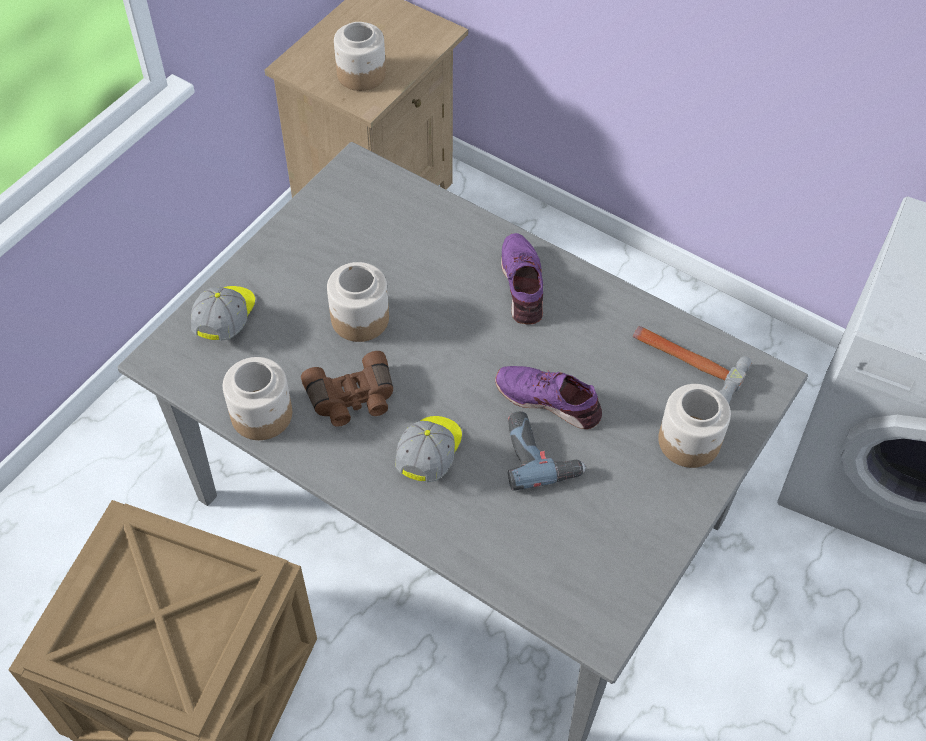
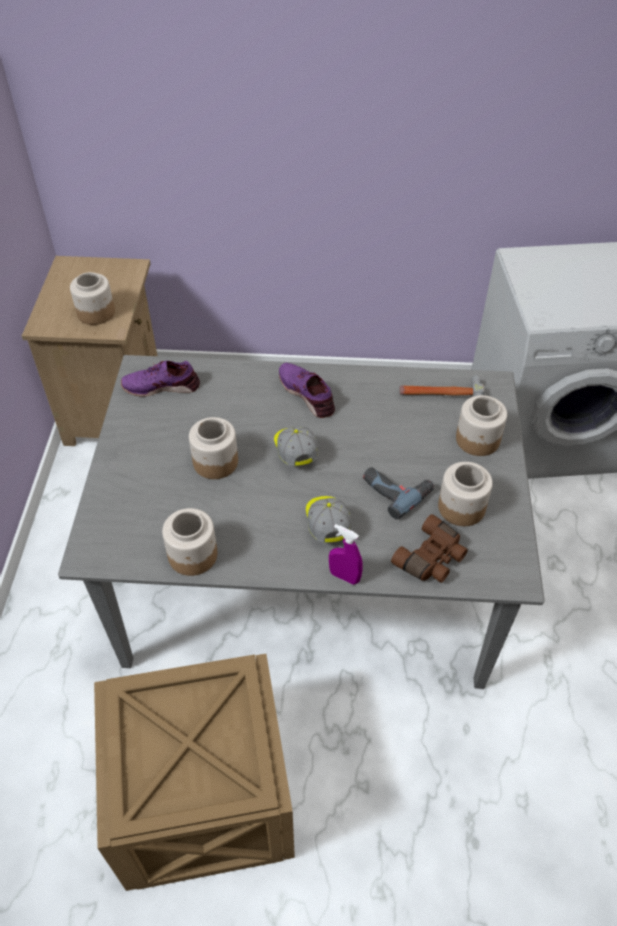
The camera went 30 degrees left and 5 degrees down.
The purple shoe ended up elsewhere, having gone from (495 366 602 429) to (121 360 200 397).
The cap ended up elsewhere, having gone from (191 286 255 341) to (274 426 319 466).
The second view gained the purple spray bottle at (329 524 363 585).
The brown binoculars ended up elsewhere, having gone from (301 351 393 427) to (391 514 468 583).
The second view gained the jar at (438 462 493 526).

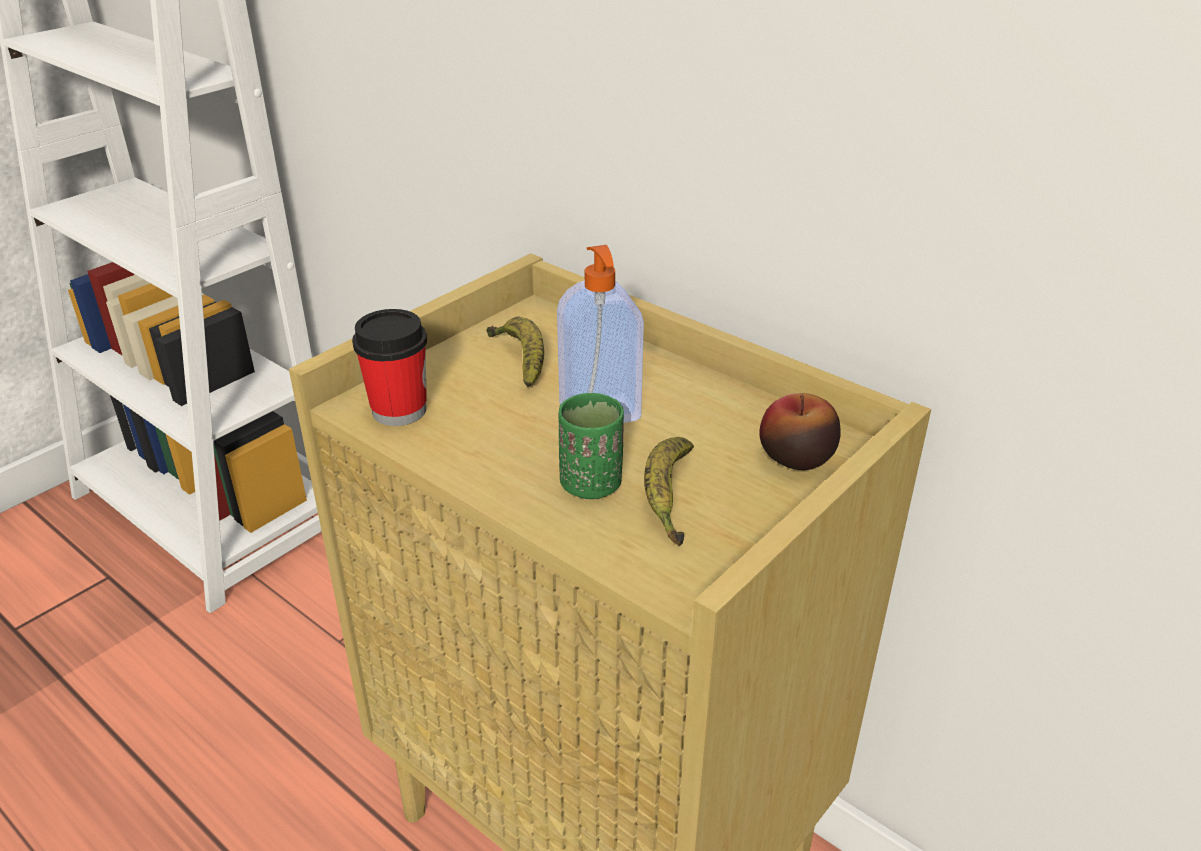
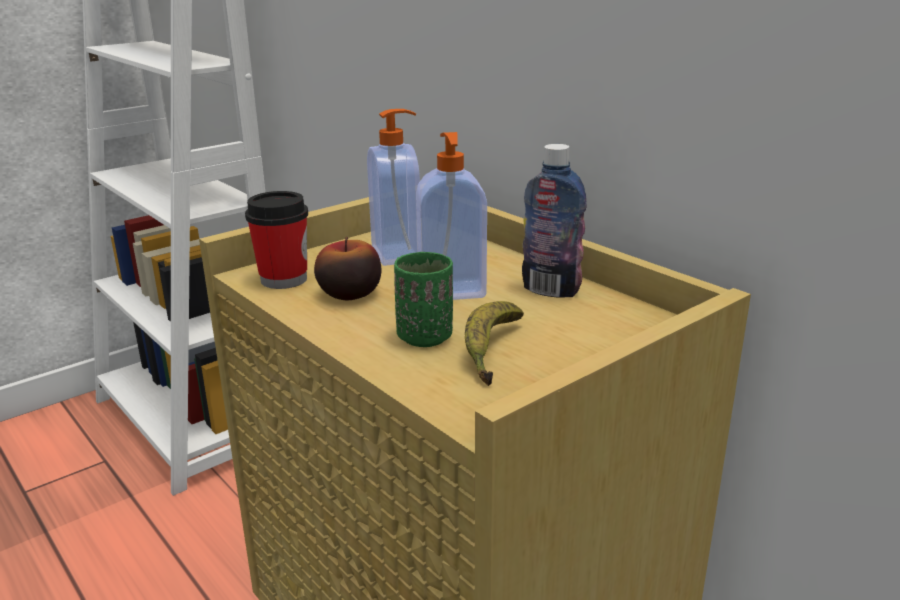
The camera went 10 degrees right and 10 degrees down.
The apple ended up elsewhere, having gone from (759 393 841 470) to (314 237 381 300).
Where the banana stood at (487 317 544 387), the soap dispenser came to stand at (367 109 420 266).
The second view gained the bottle at (522 144 587 298).

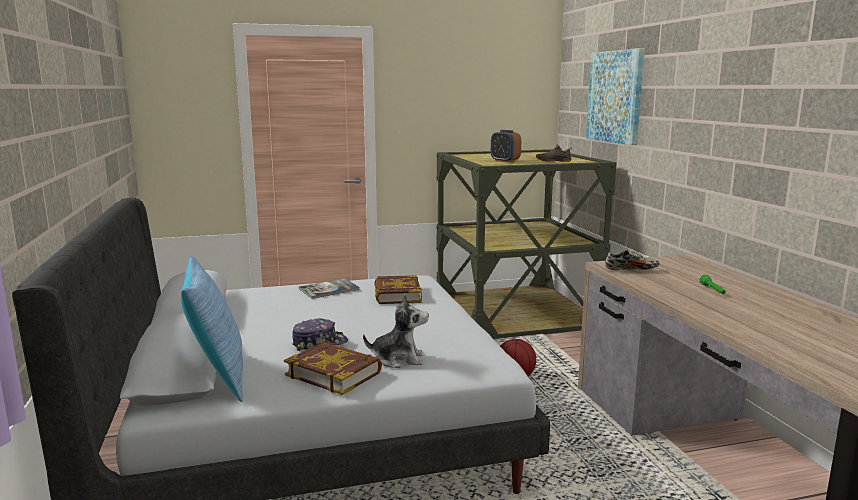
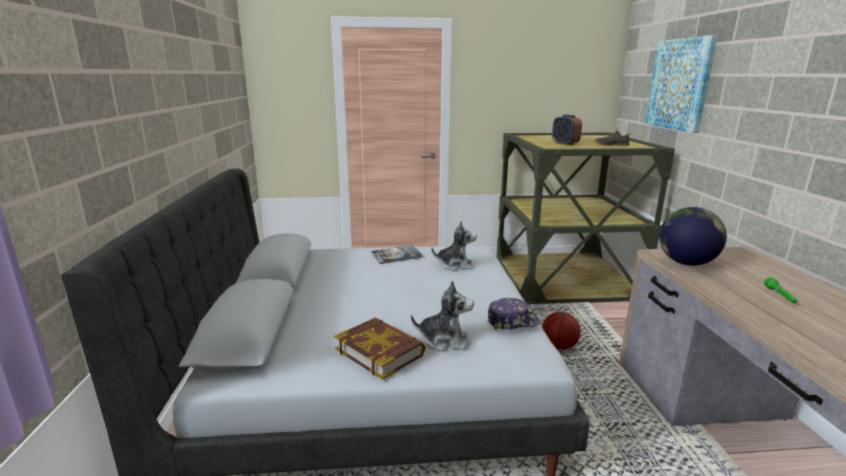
The camera went 10 degrees right and 5 degrees up.
Where the book stood at (374 275 422 304), the plush toy came to stand at (431 221 477 271).
The cap ended up elsewhere, having gone from (292 318 348 351) to (487 298 540 330).
Where the shoe stood at (605 250 660 270), the globe came to stand at (659 207 727 266).
The second view lost the pillow at (181 256 243 402).

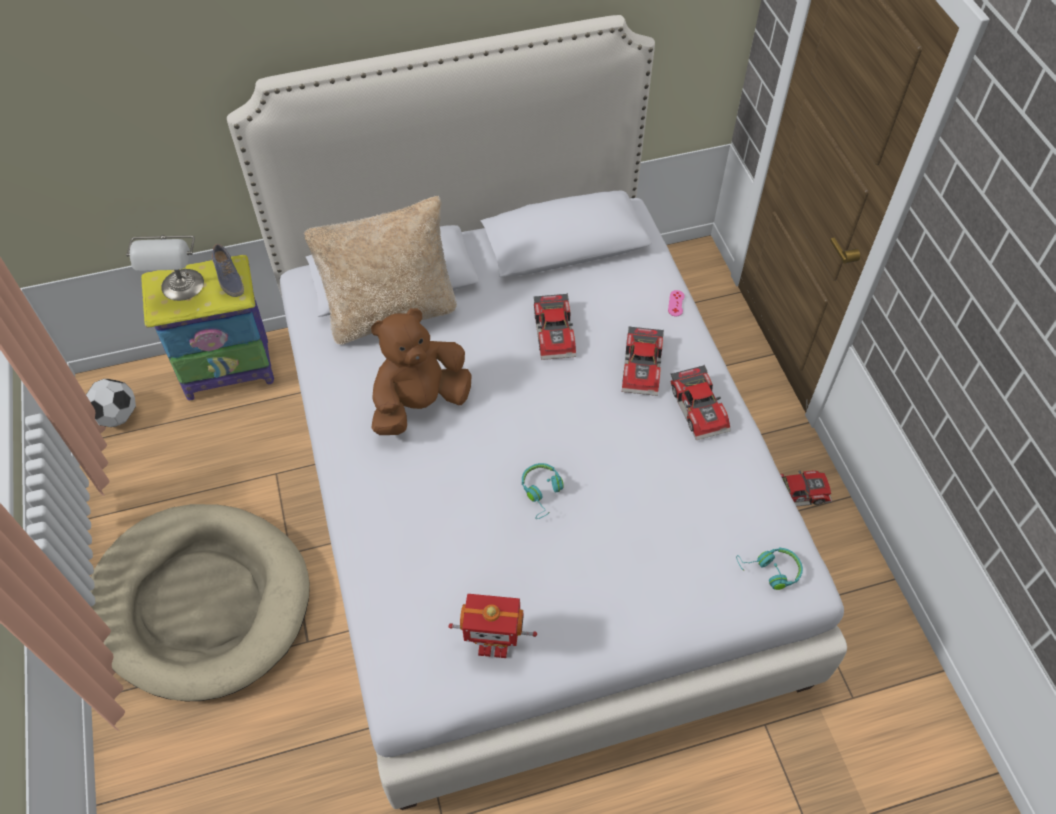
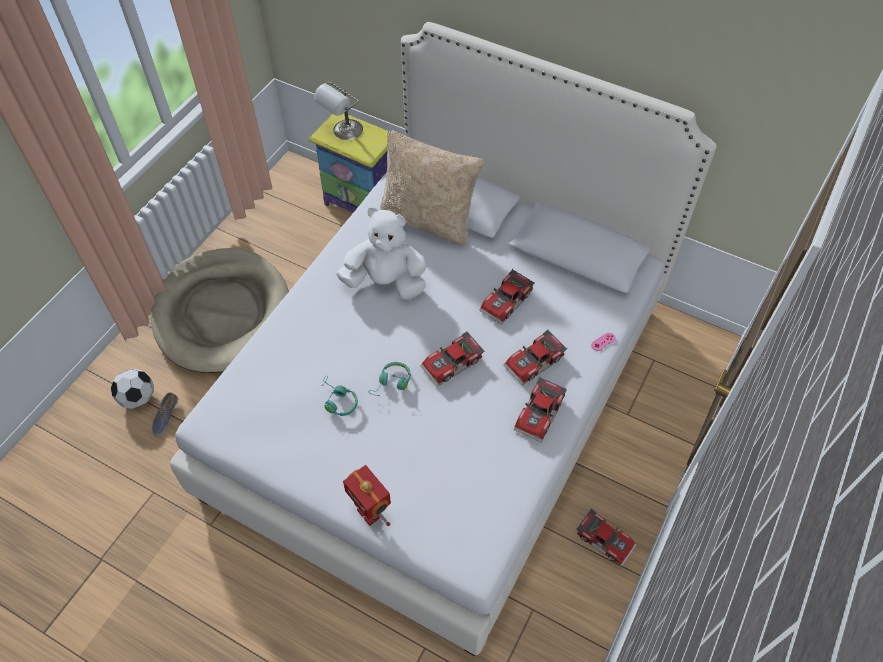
The camera went 45 degrees right and 0 degrees up.
The football ended up elsewhere, having gone from (86 379 136 427) to (111 369 154 409).
The shoe ended up elsewhere, having gone from (212 244 244 297) to (152 392 178 437).
The turquoise headphones ended up elsewhere, having gone from (736 548 803 590) to (321 376 358 416).
What was the brown plush toy at (371 308 472 435) turned into the white plush toy at (336 207 427 300).
The toy robot ended up elsewhere, having gone from (448 594 537 658) to (343 465 391 526).
The second view gained the toy car at (420 331 484 386).

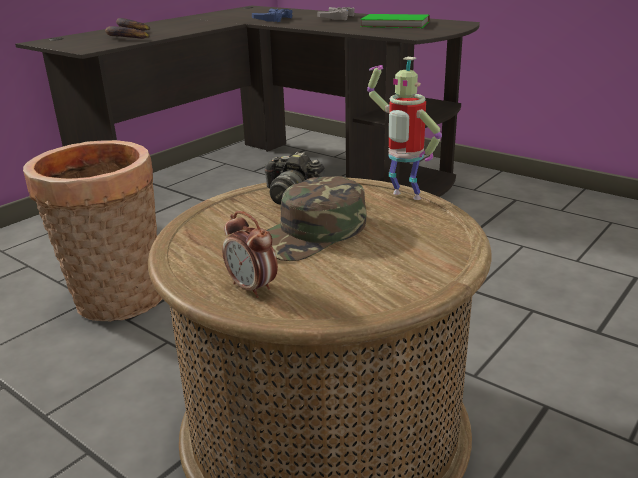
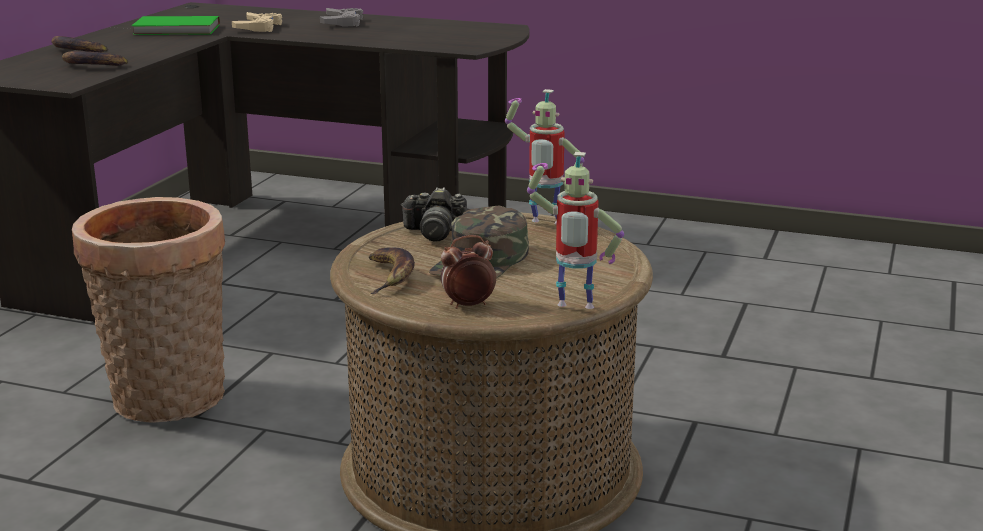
The camera went 20 degrees left and 5 degrees down.
The green book ended up elsewhere, having gone from (360 14 430 28) to (131 16 220 35).
What was the blue game controller at (252 8 293 22) turned into the beige game controller at (232 12 282 32).
The second view gained the banana at (369 247 415 294).
The alarm clock at (222 211 278 298) ended up facing another way, 135 degrees clockwise from before.
The second view gained the toy robot at (527 152 624 309).

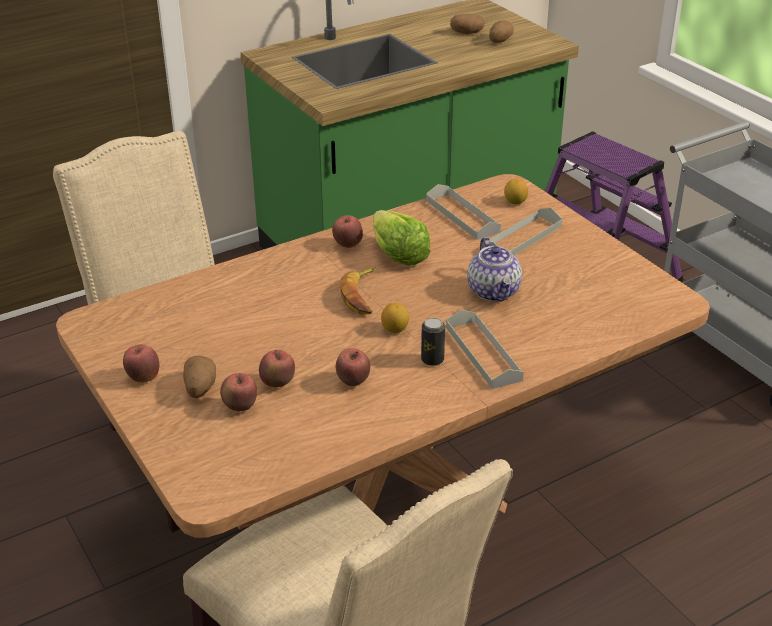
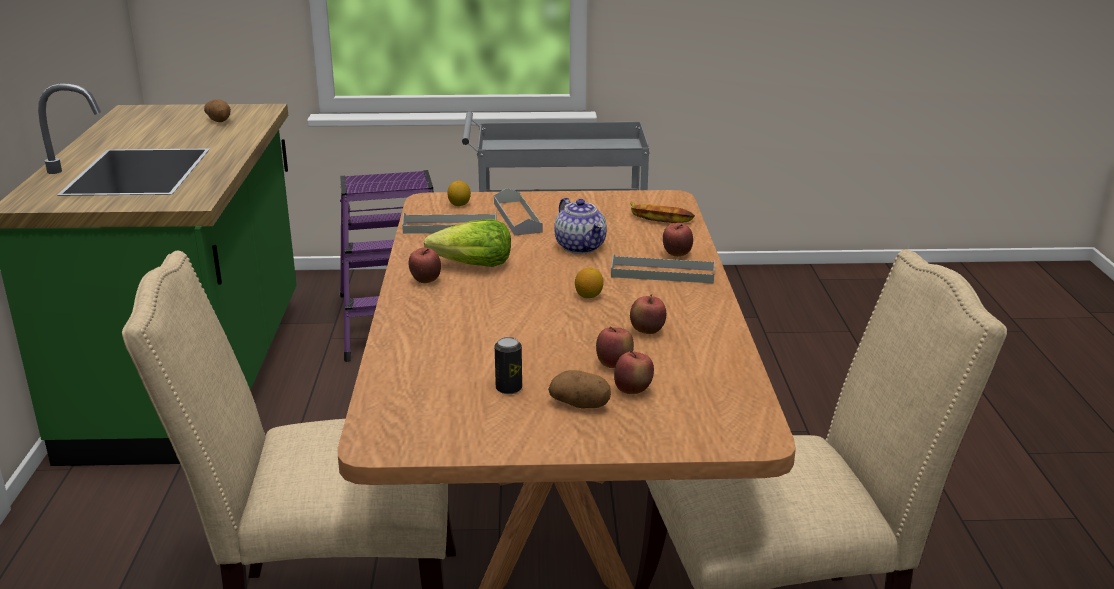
The camera went 60 degrees left and 10 degrees down.
The can ended up elsewhere, having gone from (421 318 445 366) to (495 337 522 394).
The teapot at (467 237 522 302) ended up facing another way, 45 degrees clockwise from before.
The banana ended up elsewhere, having gone from (340 267 376 315) to (630 201 695 223).
The apple ended up elsewhere, having gone from (123 344 159 383) to (663 223 693 257).
The second view lost the potato at (450 14 485 34).

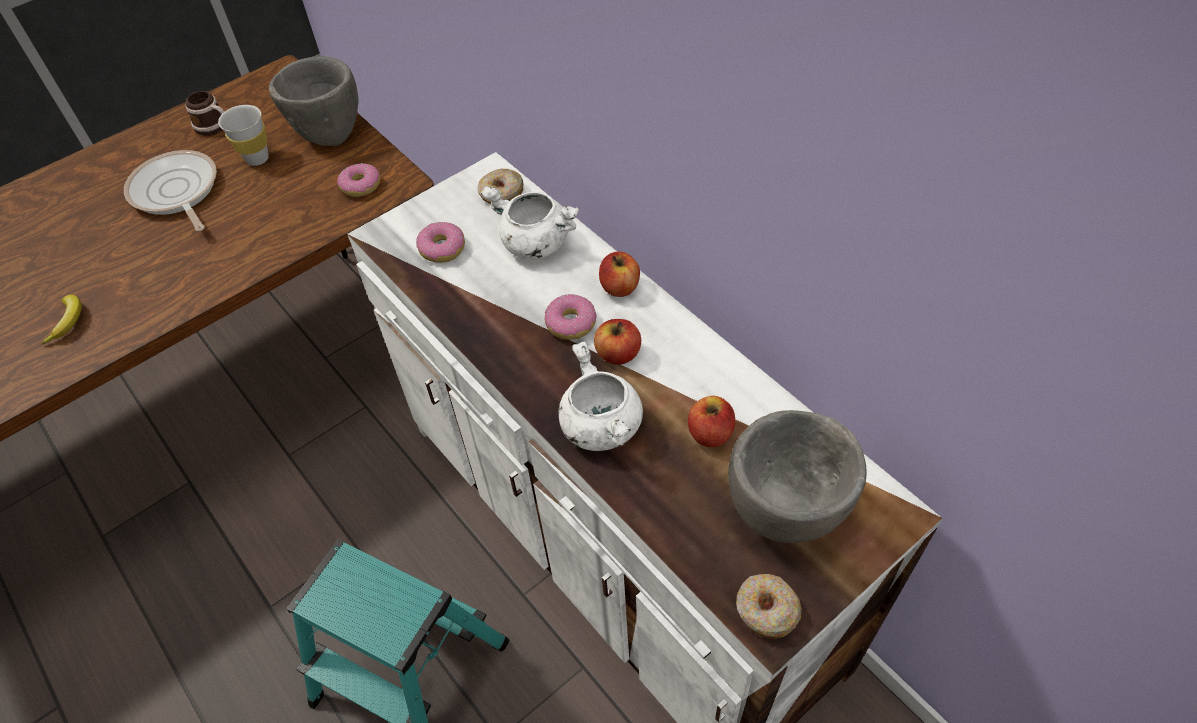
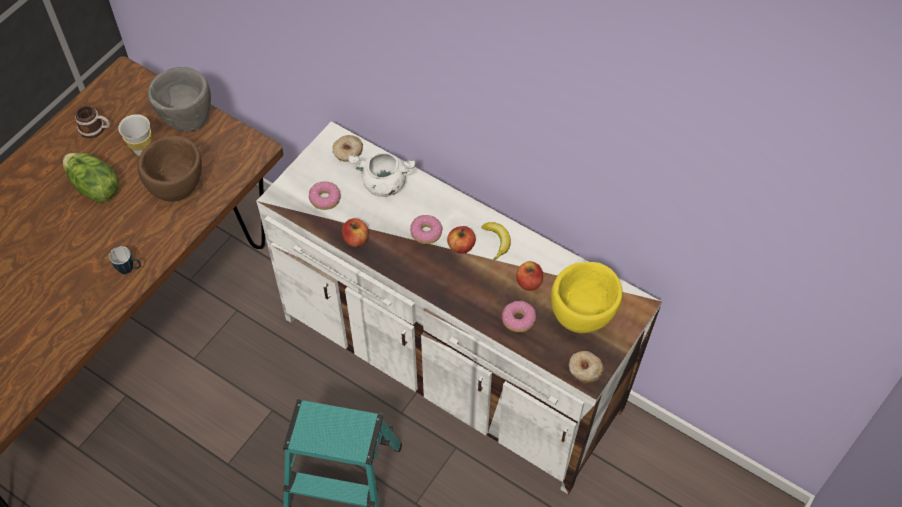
The camera went 20 degrees left and 5 degrees up.
Where the frying pan stood at (124 150 217 232), the lettuce came to stand at (63 153 119 203).
The second view gained the mug at (109 246 141 274).
The second view gained the brown bowl at (137 136 202 202).
The apple ended up elsewhere, having gone from (599 251 640 297) to (342 218 368 247).
The banana ended up elsewhere, having gone from (41 294 82 344) to (481 222 511 260).
The donut ended up elsewhere, having gone from (337 163 380 197) to (502 301 536 332).
What was the grey bowl at (728 410 867 543) turned into the yellow bowl at (551 262 623 333).
The second view lost the white cooking pot at (559 342 643 451).

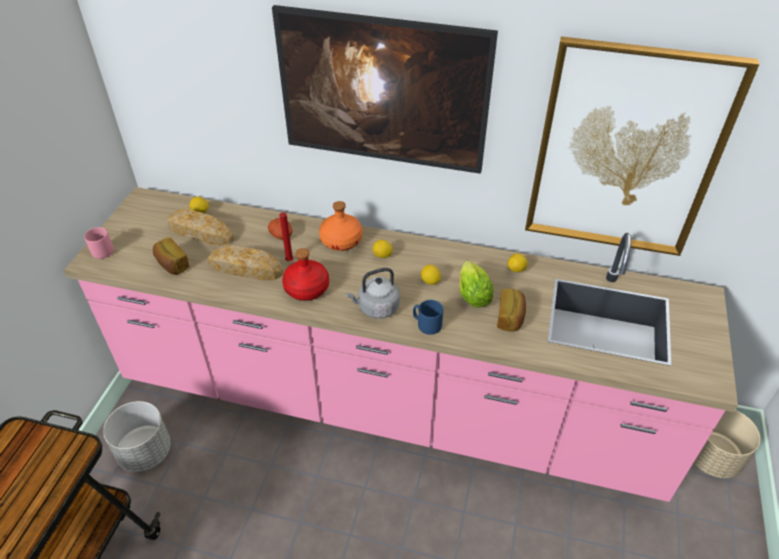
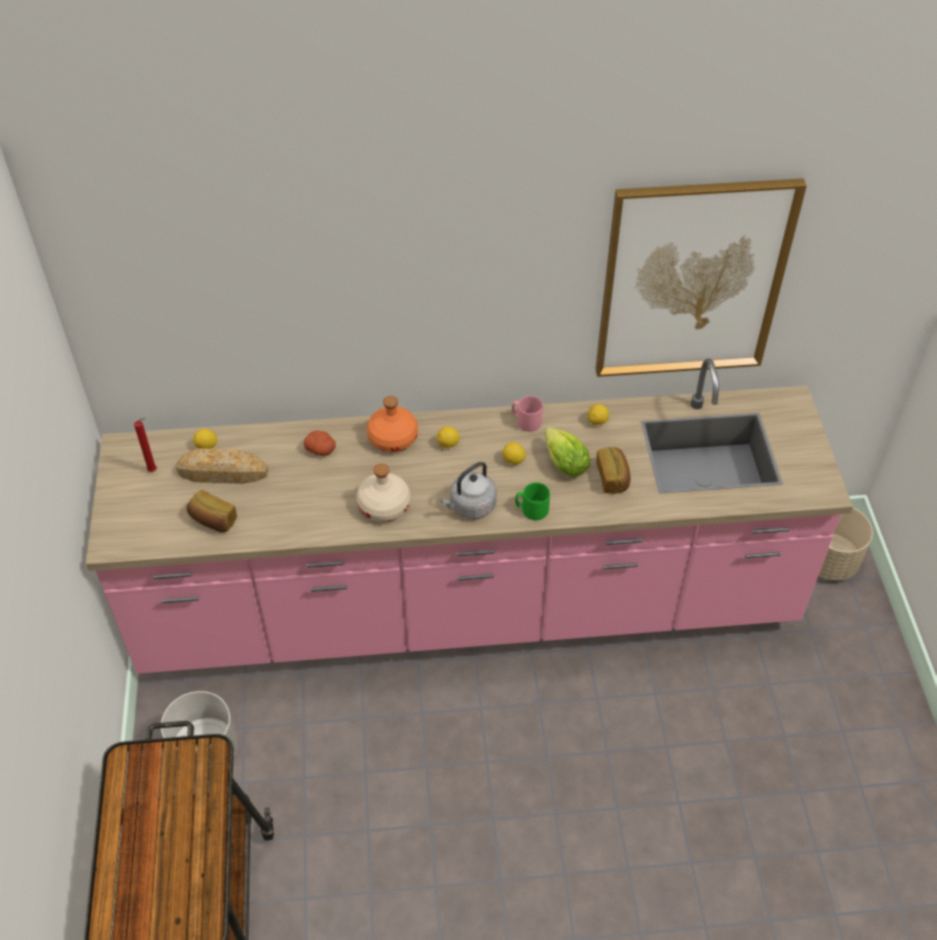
The camera went 20 degrees left and 5 degrees up.
The red candle ended up elsewhere, having gone from (280 211 294 261) to (134 418 157 472).
What was the red bottle at (282 248 329 301) turned into the beige bottle at (357 464 410 522).
The pink mug ended up elsewhere, having gone from (84 227 114 259) to (512 396 543 432).
What was the blue mug at (413 300 443 335) turned into the green mug at (515 482 550 520).
The second view lost the bread at (207 245 283 280).
The second view lost the picture at (272 5 498 174).

